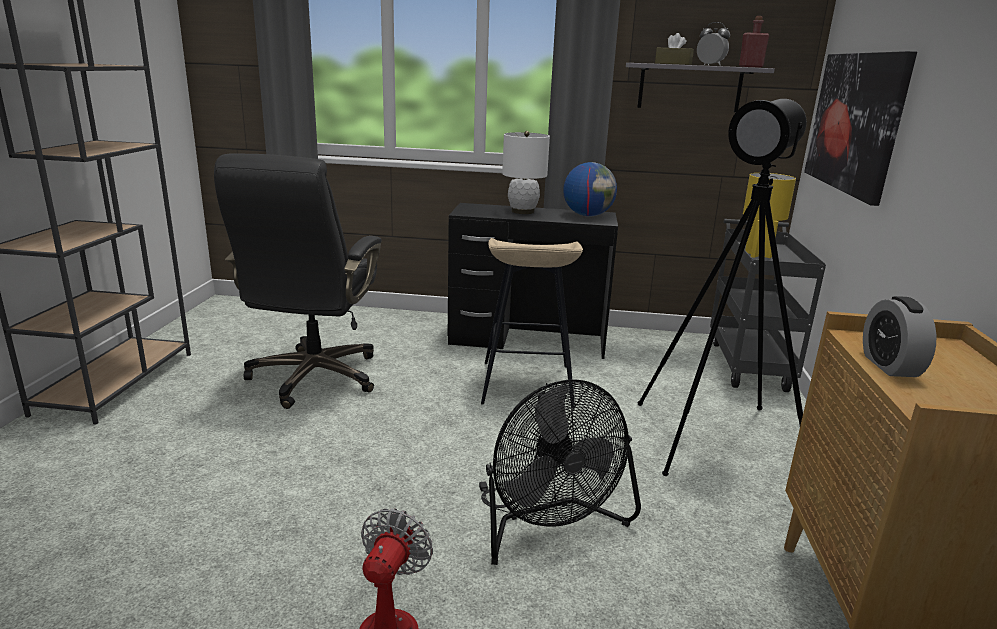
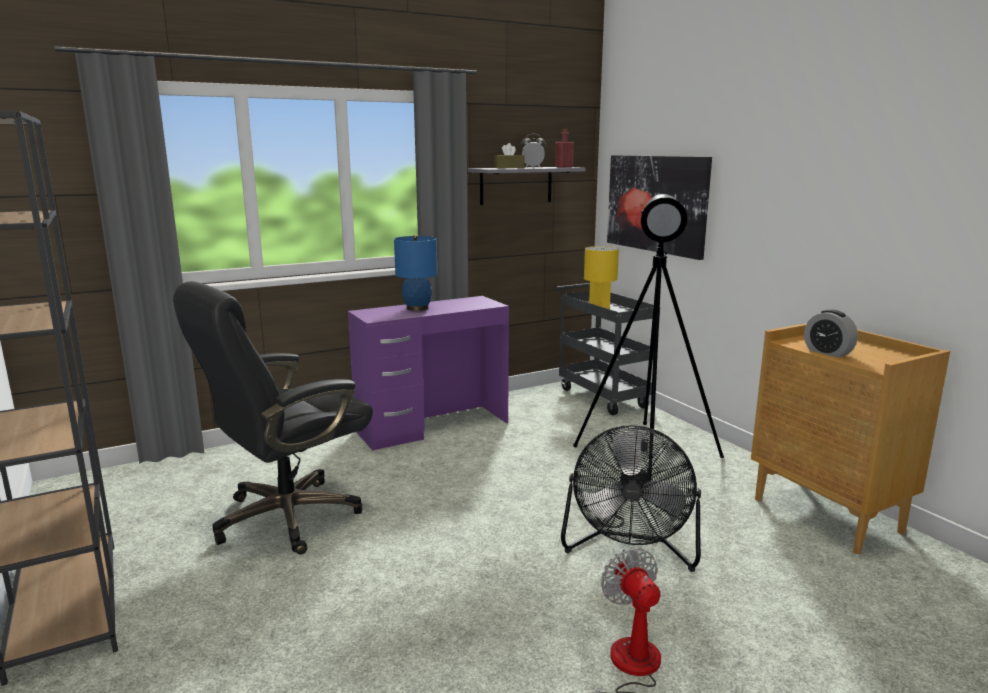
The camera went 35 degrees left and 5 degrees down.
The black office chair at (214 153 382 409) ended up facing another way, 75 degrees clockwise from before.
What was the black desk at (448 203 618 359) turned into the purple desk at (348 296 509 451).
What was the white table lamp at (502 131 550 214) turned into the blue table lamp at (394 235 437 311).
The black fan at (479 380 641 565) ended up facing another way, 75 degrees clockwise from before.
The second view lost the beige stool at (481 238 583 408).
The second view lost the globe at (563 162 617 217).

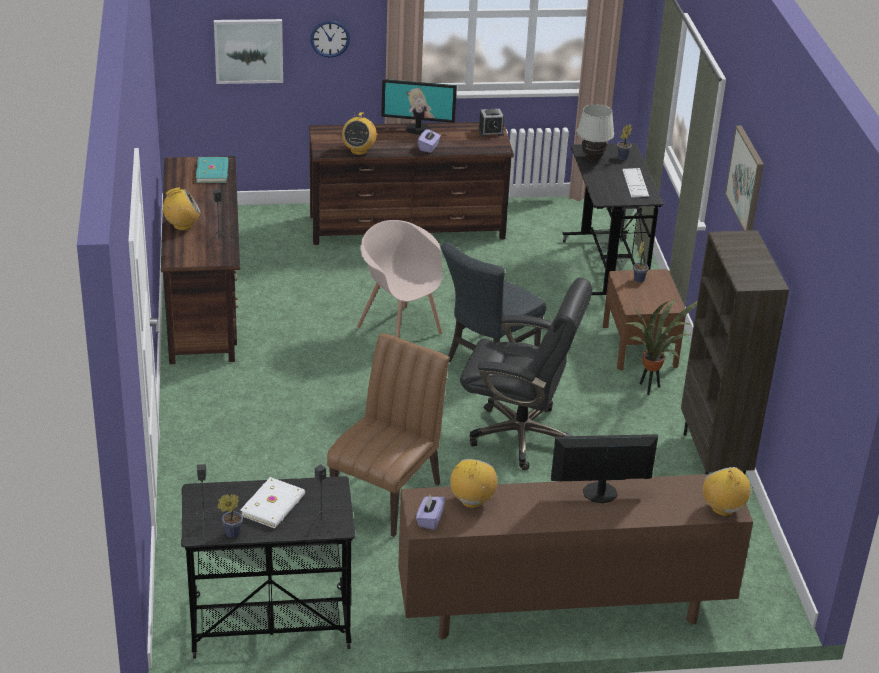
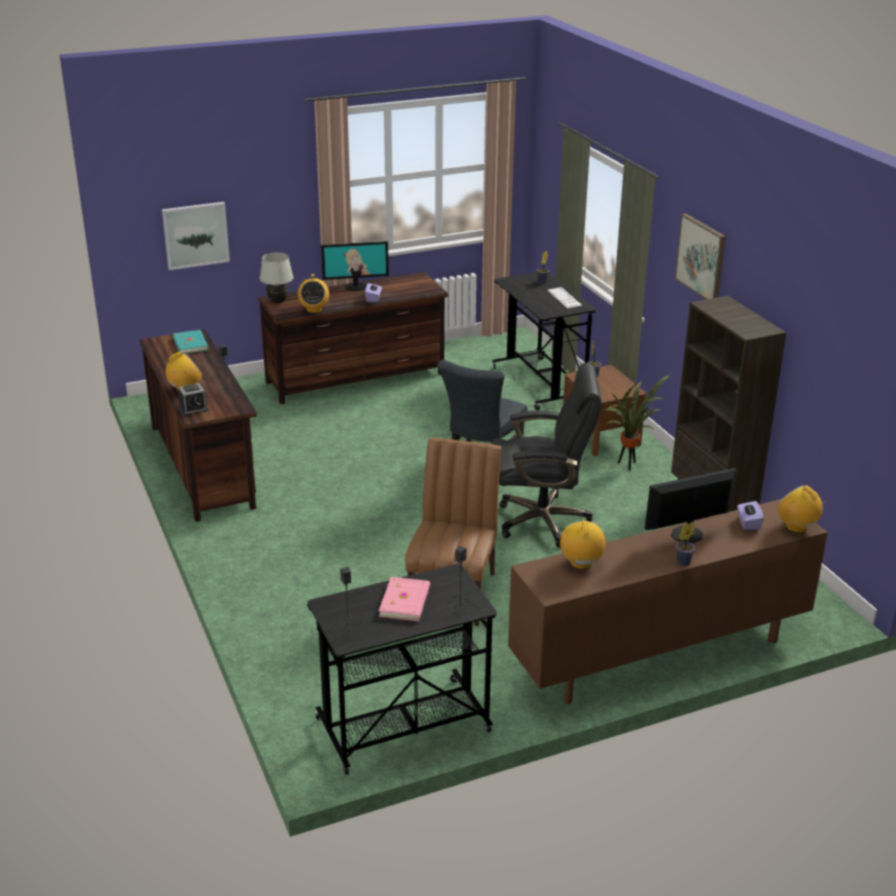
The camera went 15 degrees left and 5 degrees down.
The alarm clock ended up elsewhere, having gone from (478 109 504 137) to (178 383 209 416).
The white table lamp ended up elsewhere, having gone from (577 104 614 161) to (260 253 293 303).
What was the white book at (240 477 305 528) turned into the pink book at (379 577 430 621).
The potted plant ended up elsewhere, having gone from (217 494 243 538) to (676 522 696 566).
The purple tissue box ended up elsewhere, having gone from (416 495 445 530) to (737 500 764 530).
The second view lost the wall clock at (310 20 350 58).
The second view lost the beige chair at (357 220 442 338).

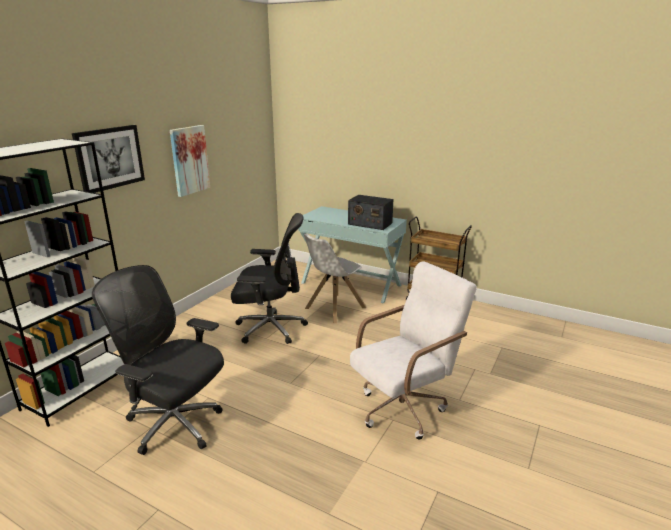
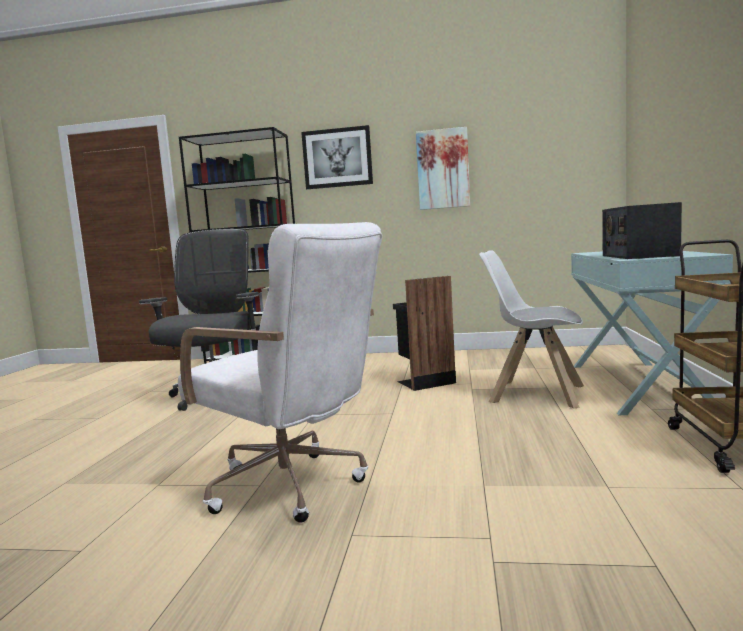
The camera went 70 degrees right and 15 degrees down.
Where the office chair stood at (231 213 308 344), the black trash can came to stand at (393 276 456 391).

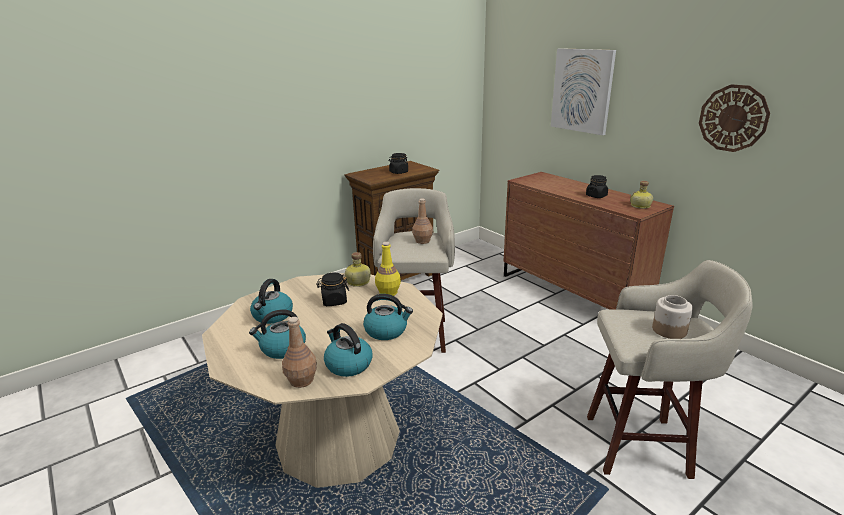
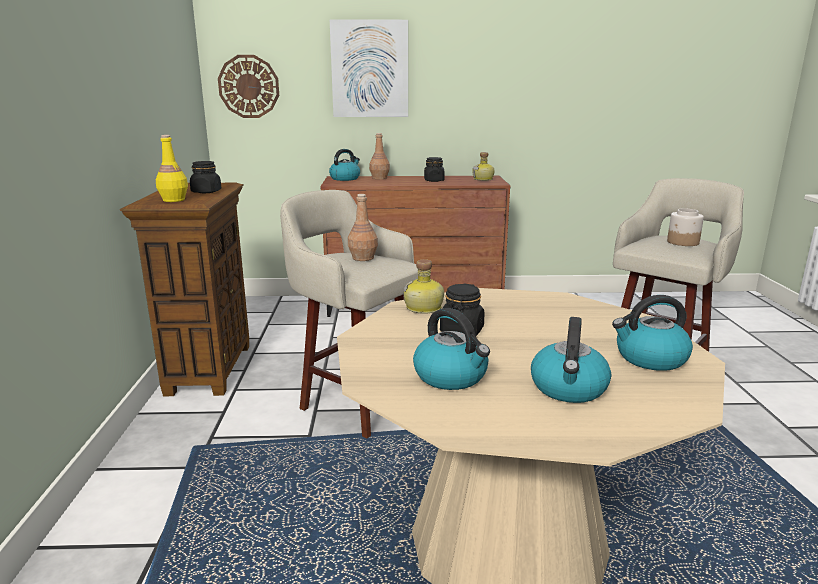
The camera went 55 degrees left and 5 degrees down.
The yellow bottle ended up elsewhere, having gone from (375 242 401 296) to (156 135 188 202).
The wall clock ended up elsewhere, having gone from (699 84 770 152) to (218 55 279 118).
The kettle ended up elsewhere, having gone from (363 294 413 340) to (329 149 360 181).
The brown bottle ended up elsewhere, having gone from (282 317 317 388) to (369 133 390 179).

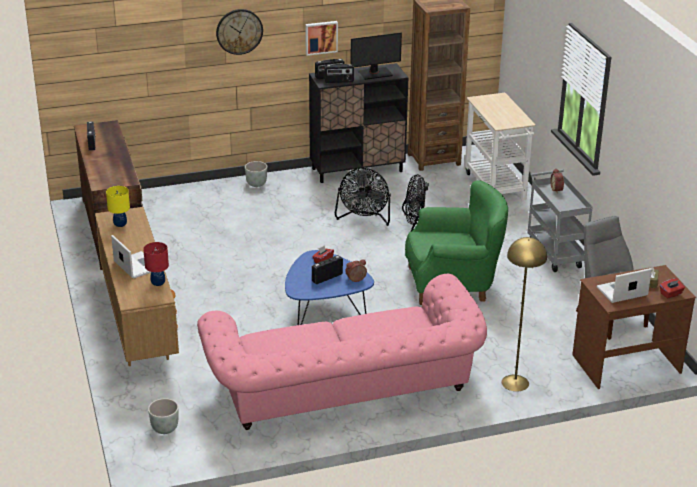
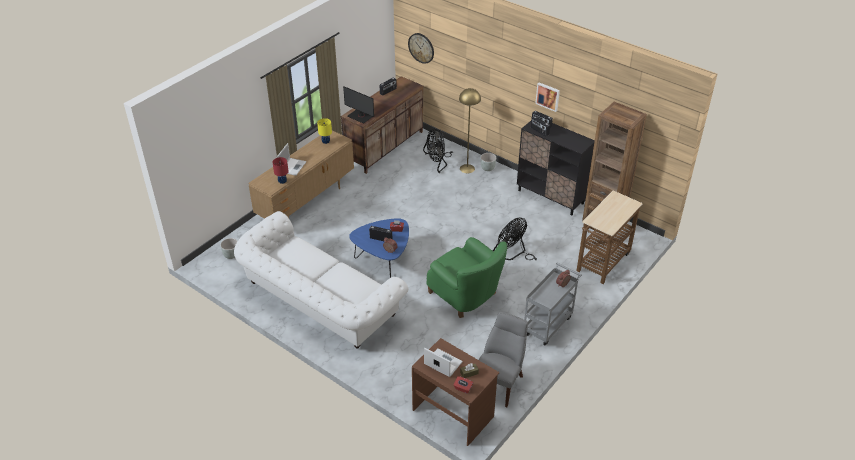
The camera went 55 degrees right and 10 degrees up.
What was the pink sofa at (197 274 487 430) turned into the white sofa at (234 211 409 349).
The monitor ended up elsewhere, having gone from (350 32 402 80) to (343 86 374 124).
The wall clock ended up elsewhere, having gone from (216 9 263 55) to (408 33 434 64).
The black fan ended up elsewhere, having gone from (335 168 391 226) to (423 129 453 173).
The yellow floor lamp ended up elsewhere, having gone from (502 237 547 391) to (459 88 481 173).
What was the white cart at (465 93 536 201) turned into the brown cart at (576 191 642 284).

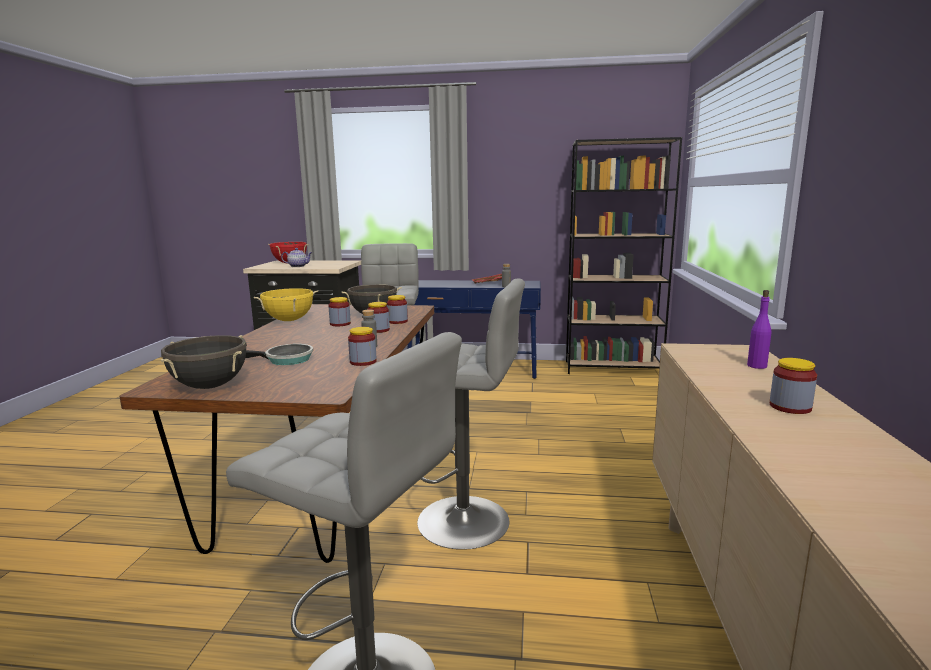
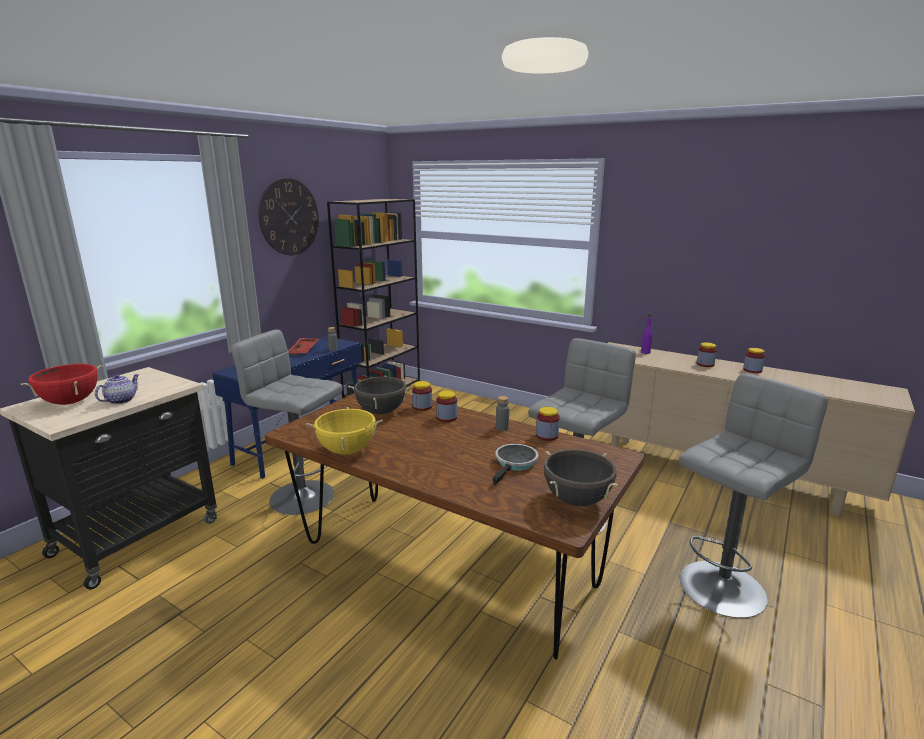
The camera went 65 degrees left and 5 degrees up.
The second view gained the wall clock at (258 178 319 255).
The jar ended up elsewhere, having gone from (328 297 351 326) to (743 348 765 373).

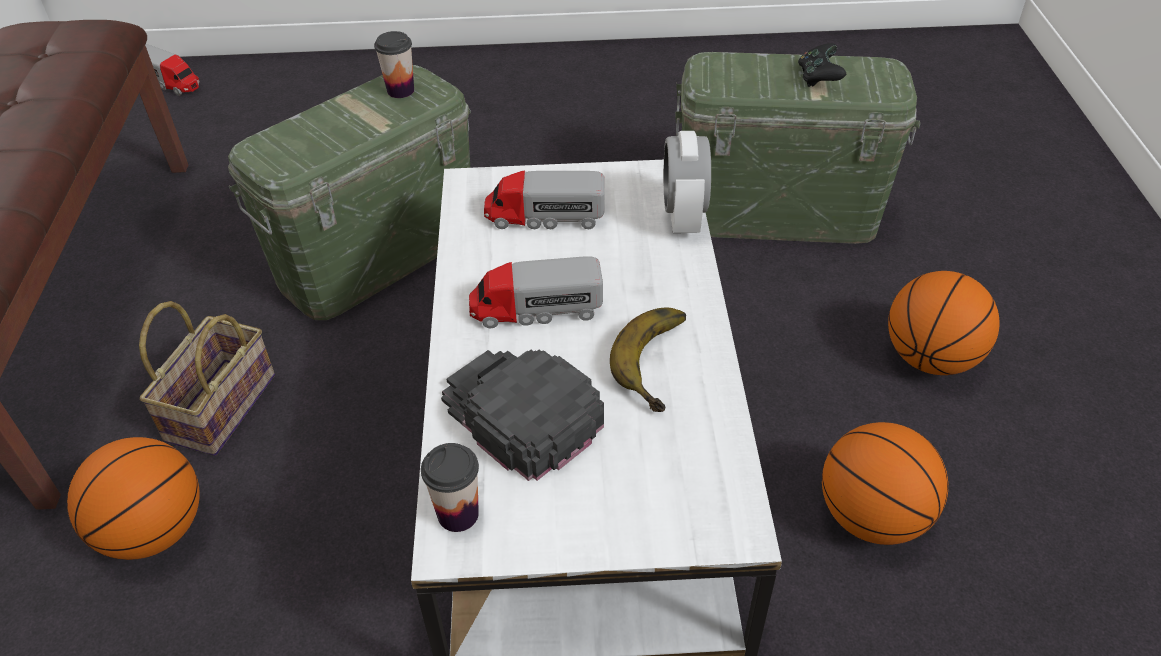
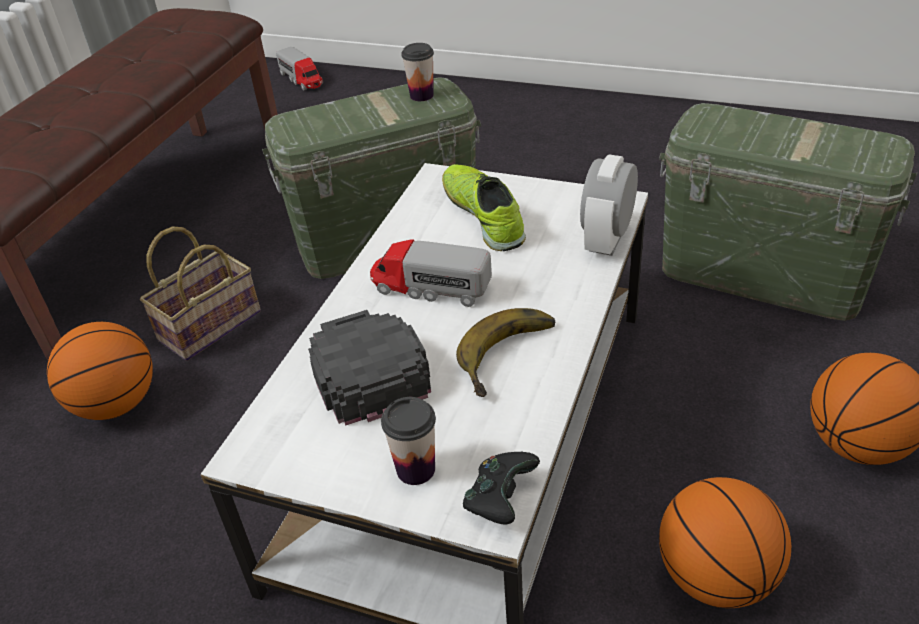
The camera went 25 degrees right and 5 degrees down.
The cup ended up elsewhere, having gone from (421 443 479 532) to (381 397 436 485).
Where the toy truck stood at (484 171 605 229), the shoe came to stand at (442 164 526 251).
The black game controller ended up elsewhere, having gone from (798 43 846 87) to (463 452 540 525).

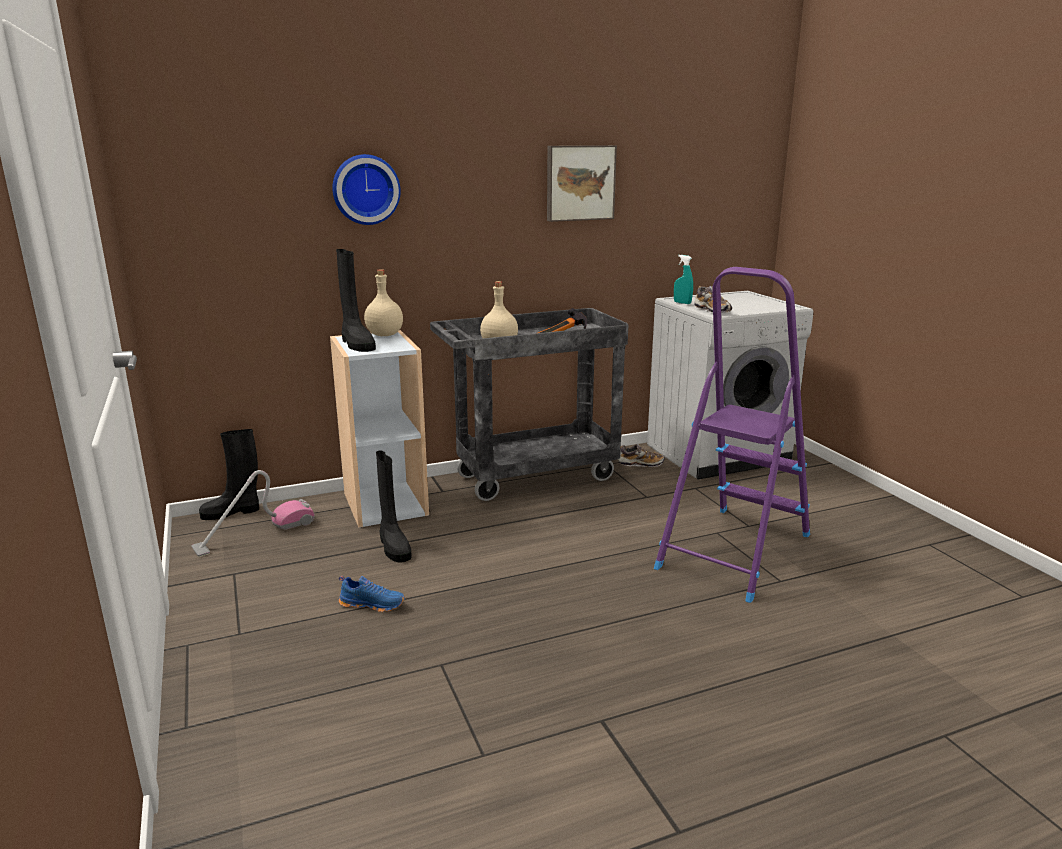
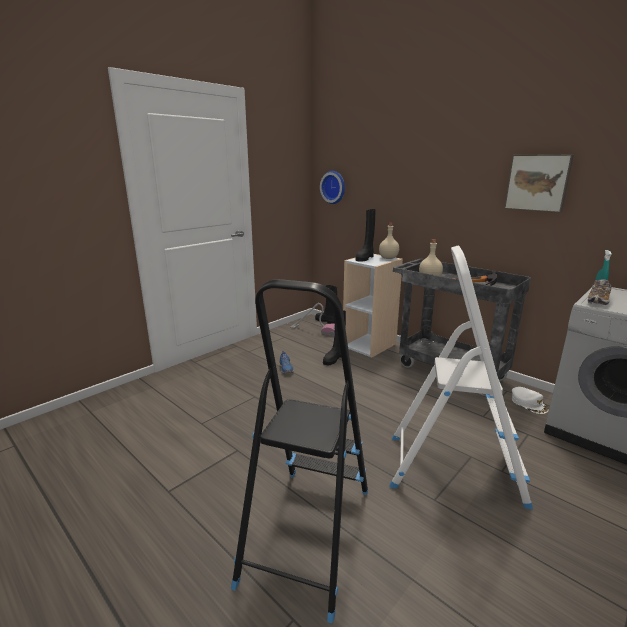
The camera went 65 degrees right and 0 degrees up.
The second view gained the black step ladder at (231 279 368 623).
The wall clock ended up elsewhere, having gone from (332 154 401 225) to (320 171 345 204).
What was the purple step ladder at (654 267 810 603) turned into the white step ladder at (389 245 533 509).
Where the shoe stood at (618 444 665 467), the white cap came to stand at (512 387 549 414).

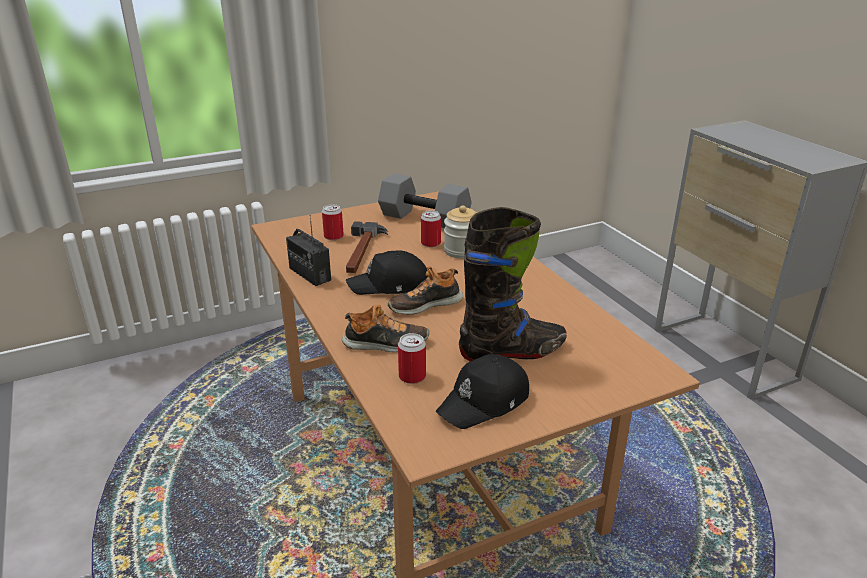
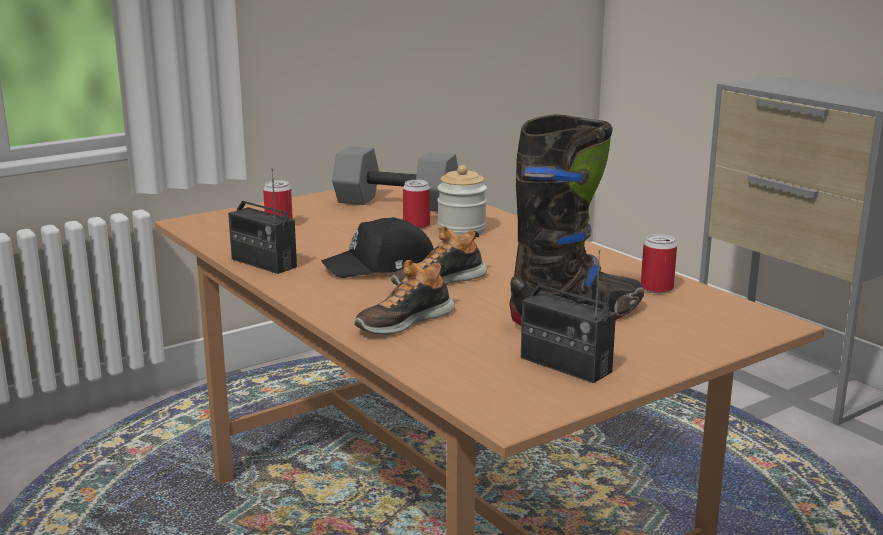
The camera went 10 degrees left and 10 degrees down.
The shoe at (342 305 429 352) ended up facing another way, 150 degrees clockwise from before.
Where the black cap stood at (436 354 529 429), the radio came to stand at (521 249 616 383).
The can ended up elsewhere, having gone from (398 333 426 384) to (641 234 677 293).
The second view lost the hammer at (346 221 388 273).

